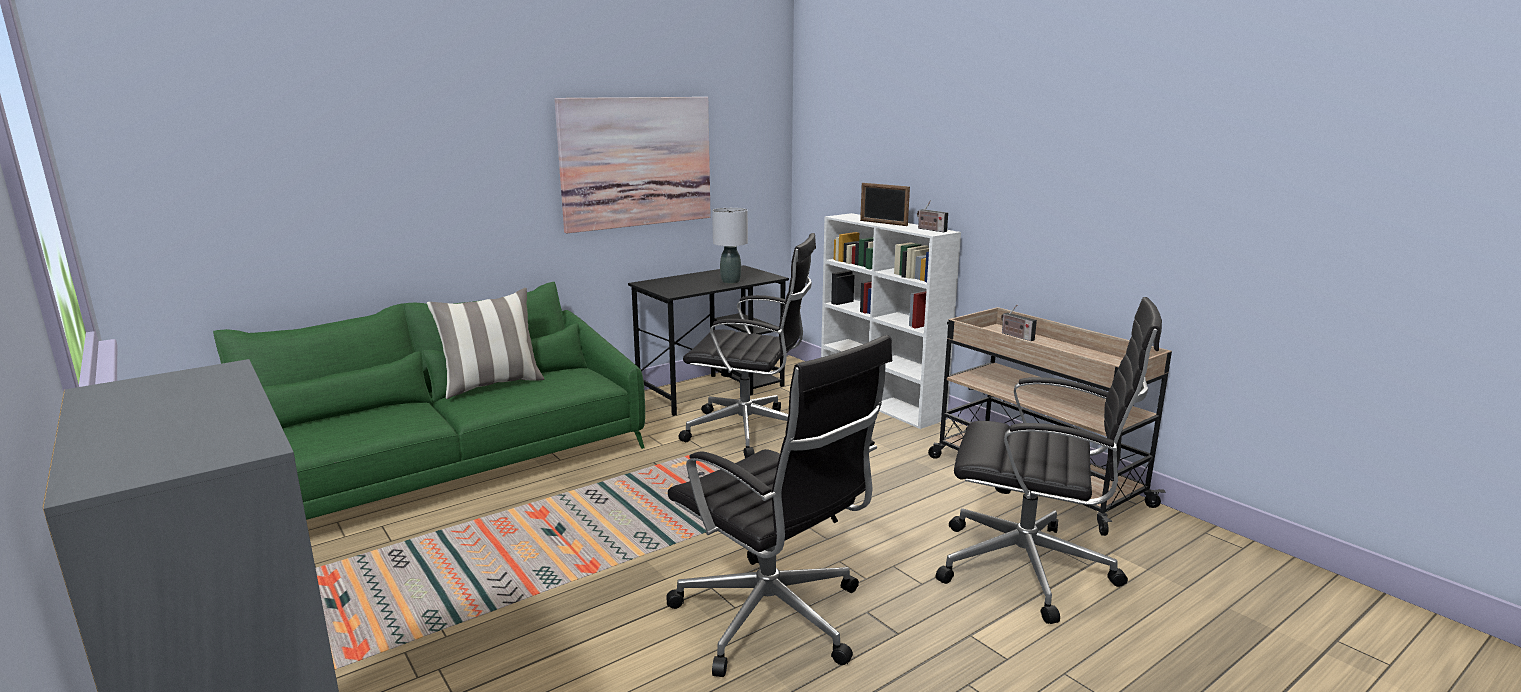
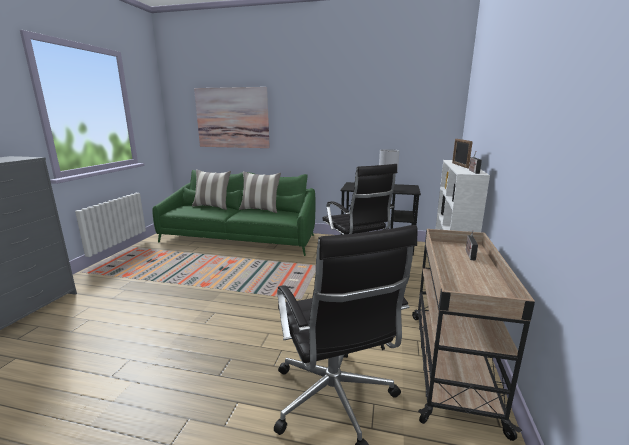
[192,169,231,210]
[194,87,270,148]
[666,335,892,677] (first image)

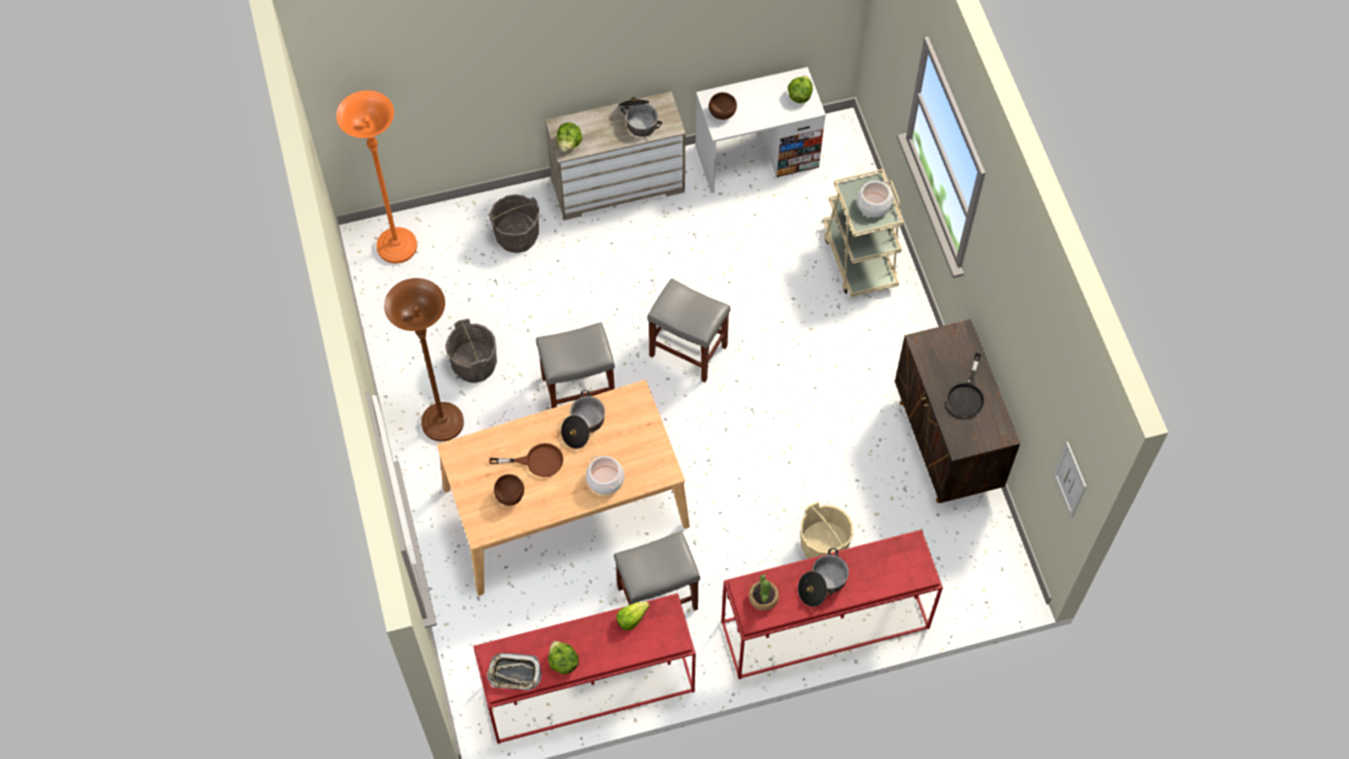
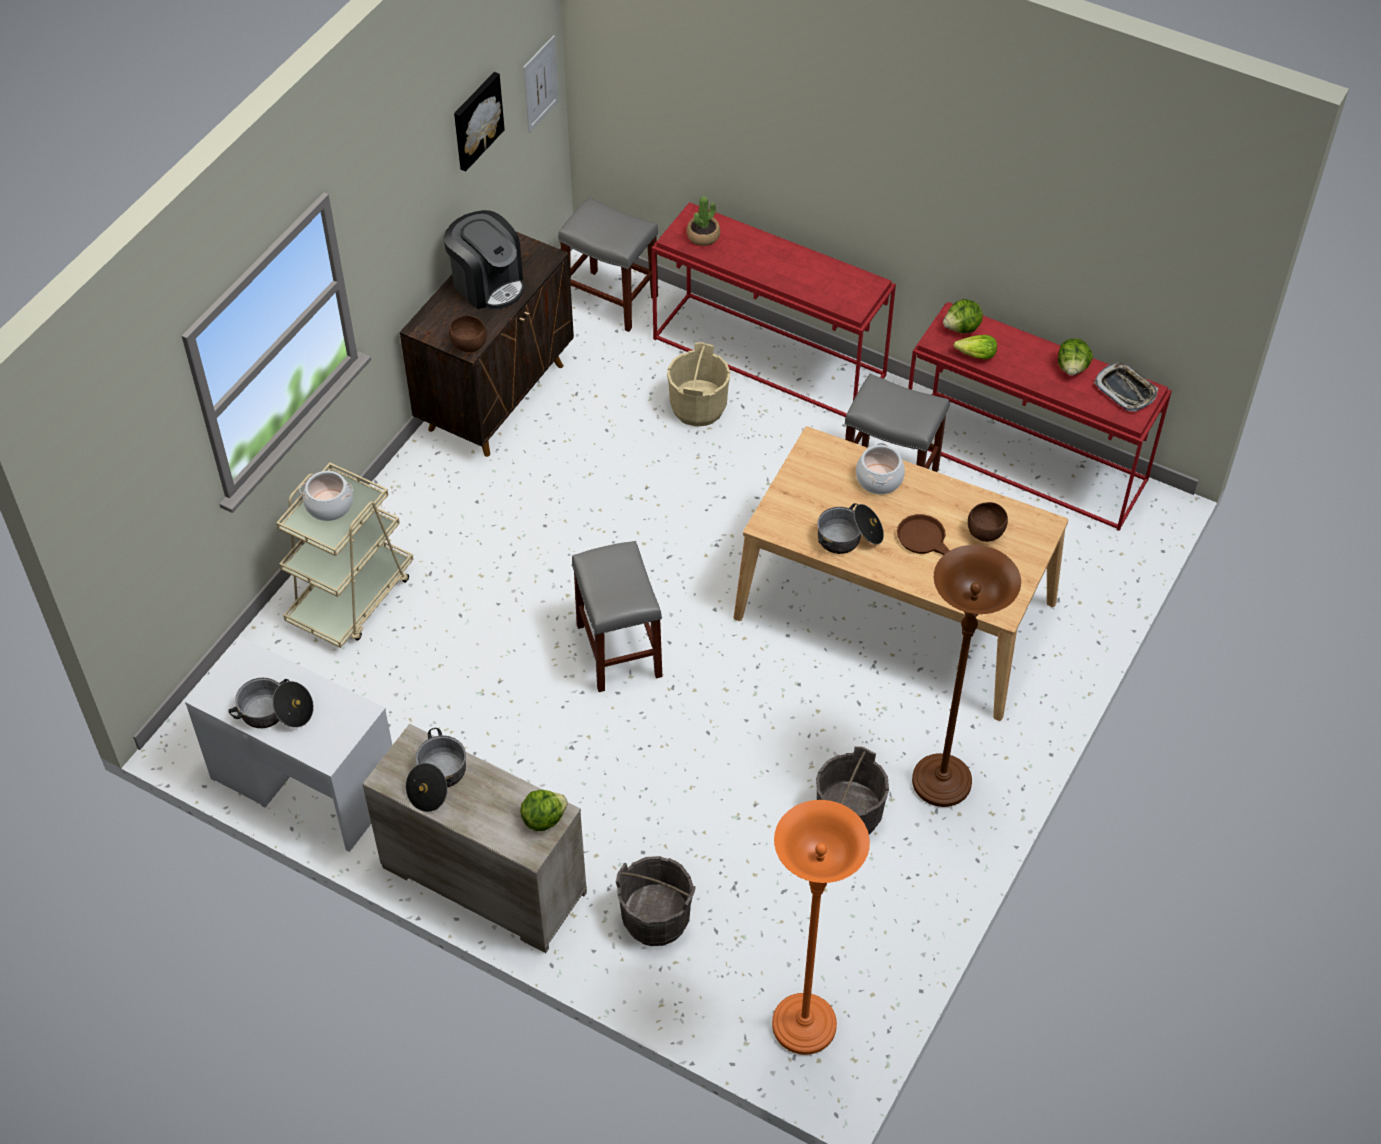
[228,678,314,728]
[443,210,524,310]
[449,315,487,352]
[454,72,505,171]
[558,197,658,332]
[687,196,720,246]
[943,299,983,334]

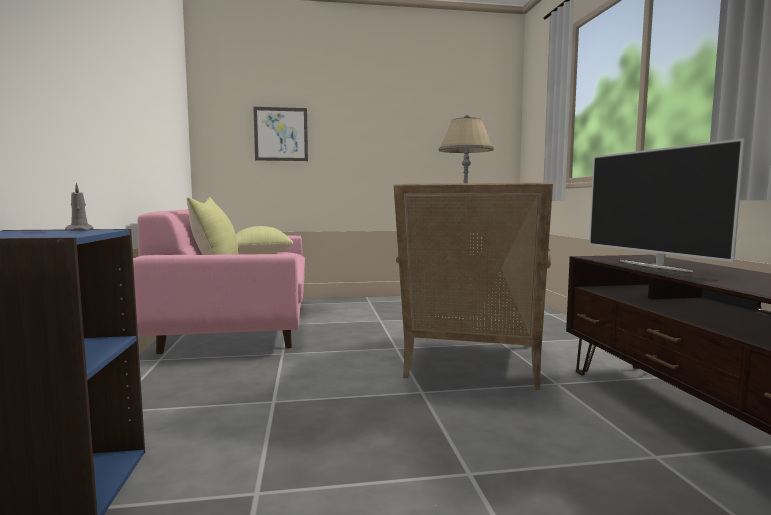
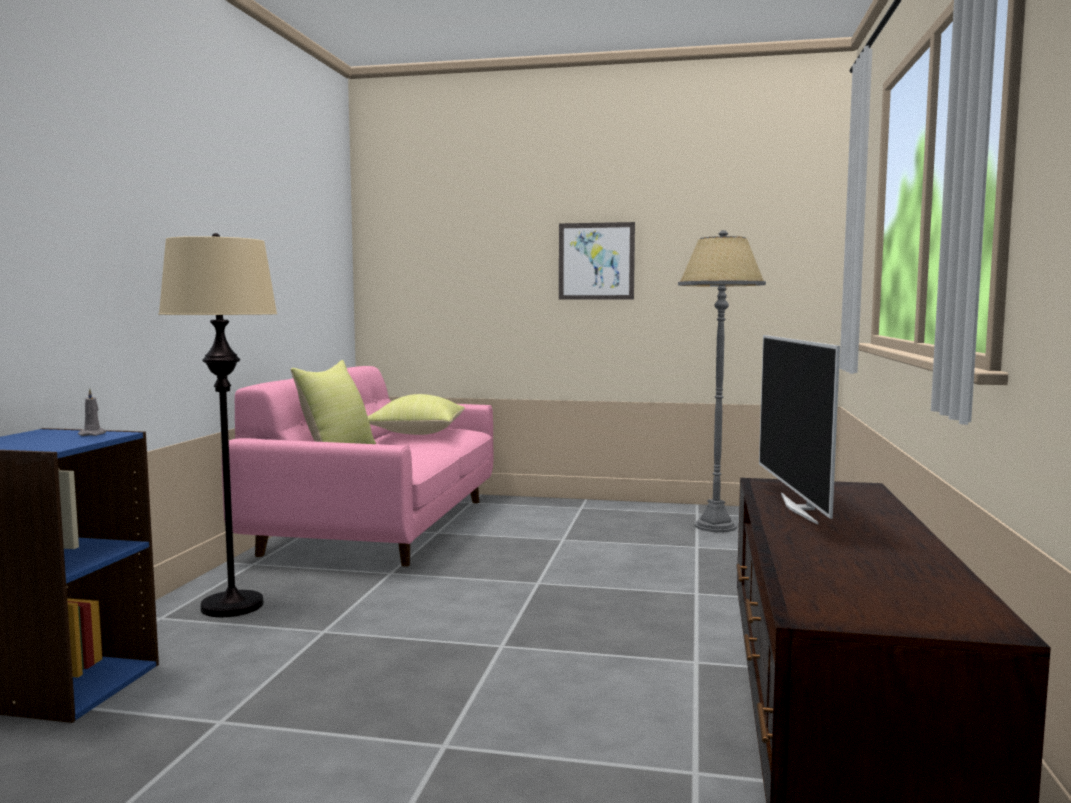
[158,233,278,617]
[559,222,635,300]
[394,183,553,390] (first image)

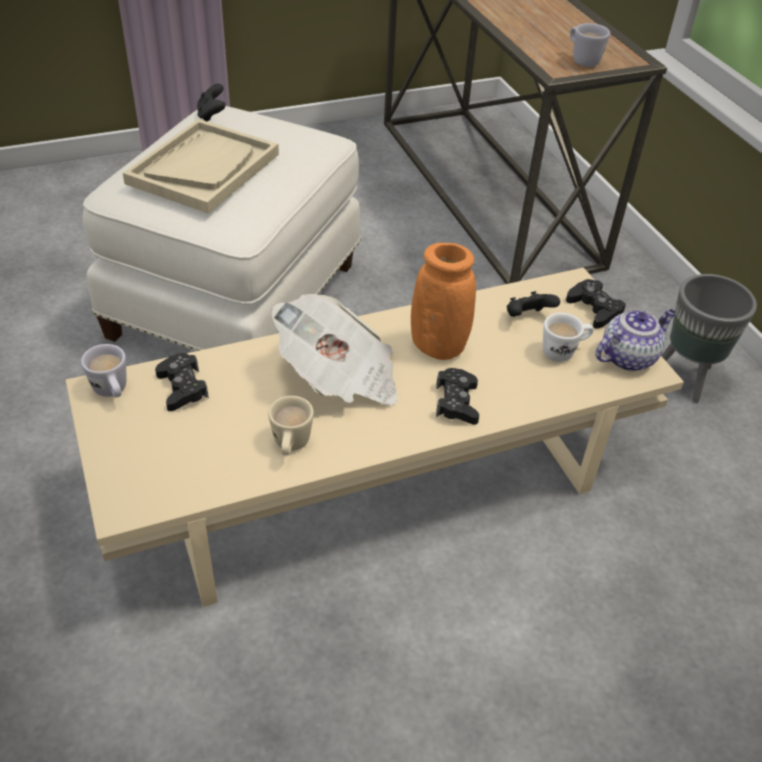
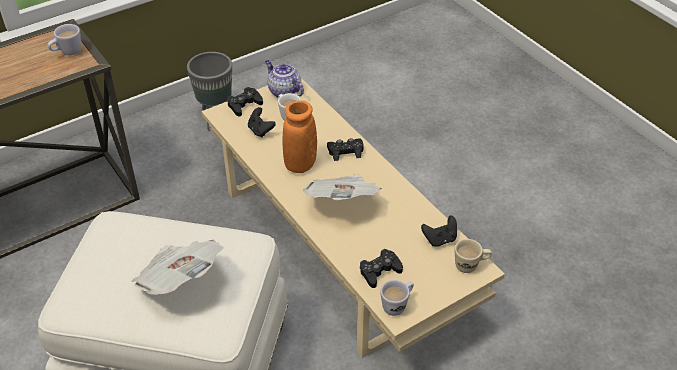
[132,240,223,295]
[421,215,457,247]
[455,239,492,273]

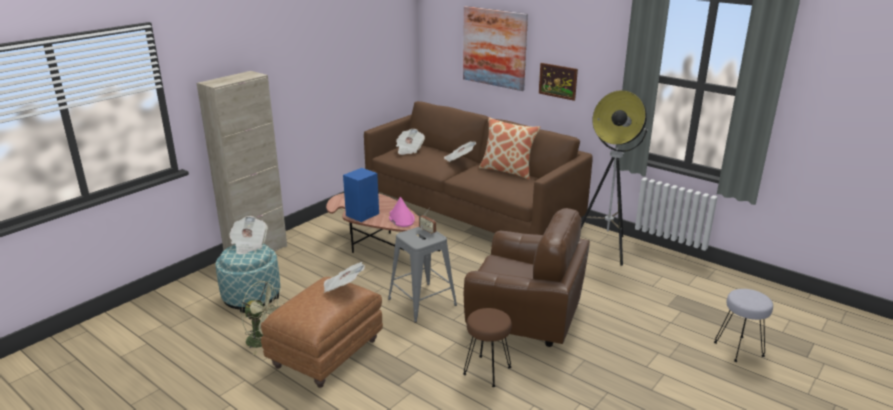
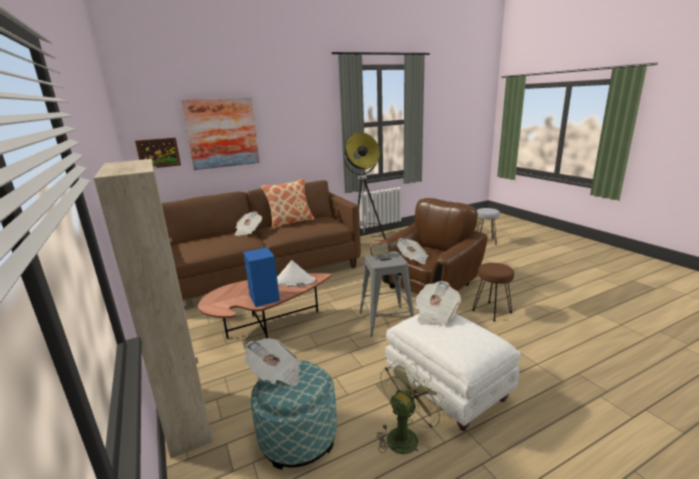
[135,137,181,168]
[277,260,315,287]
[385,313,521,431]
[397,238,429,264]

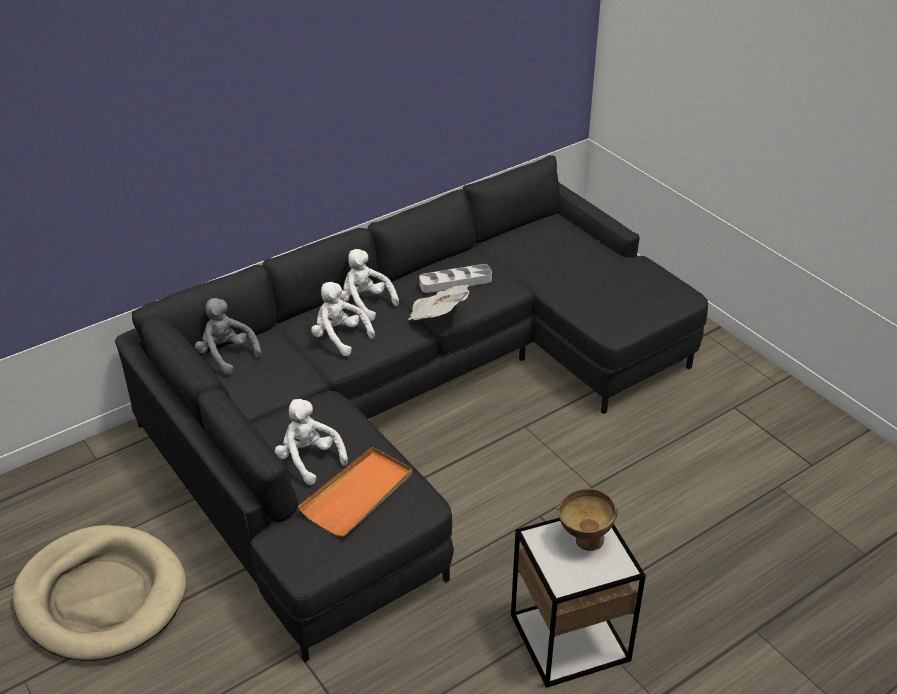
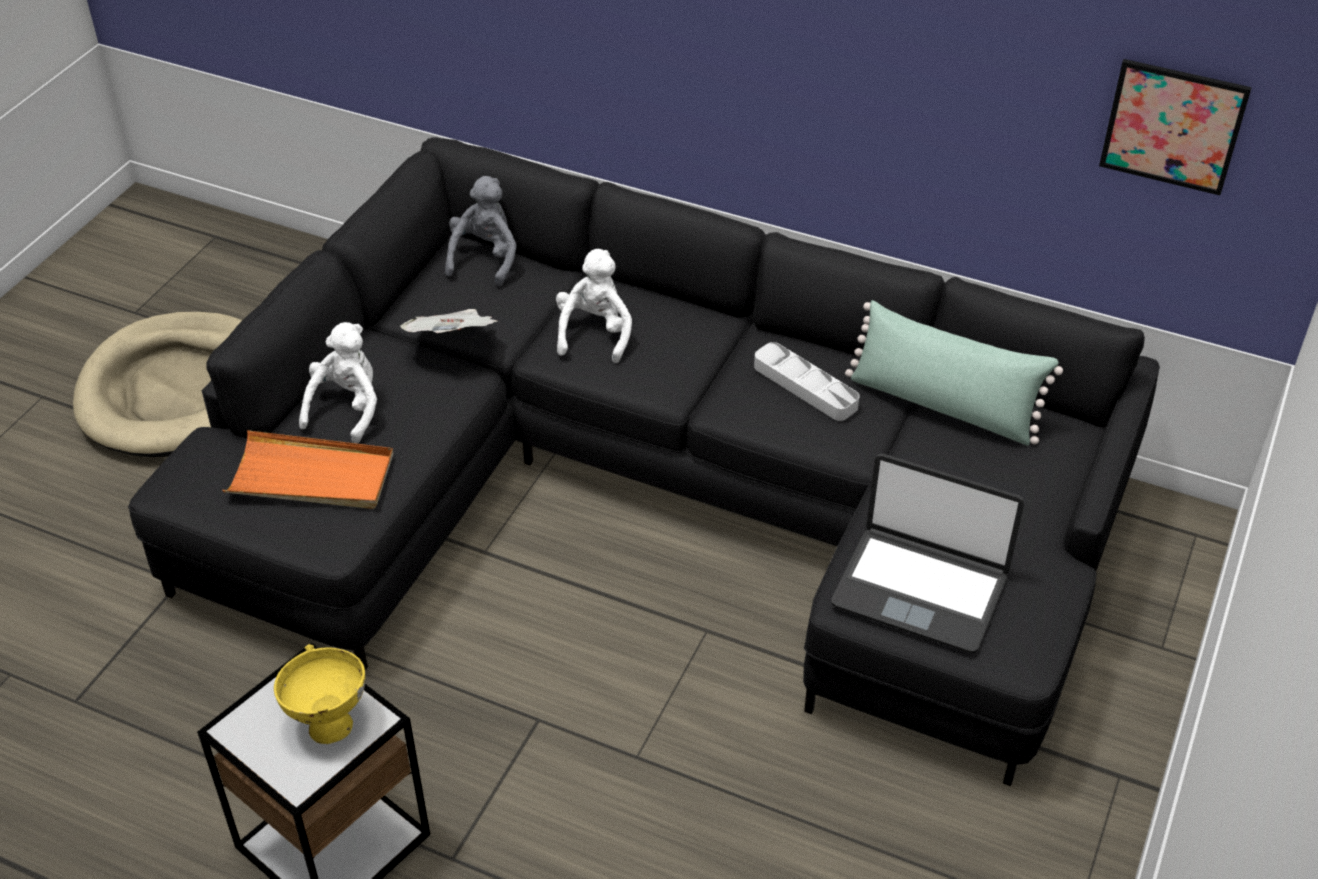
[274,644,365,744]
[400,309,497,333]
[831,454,1024,653]
[845,300,1063,446]
[1099,59,1252,195]
[338,249,399,321] (first image)

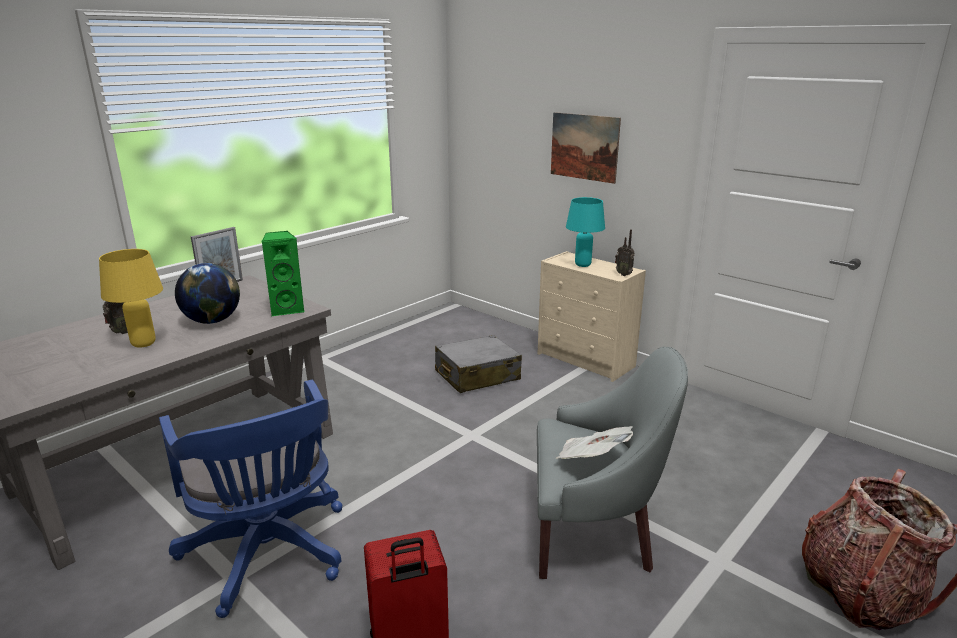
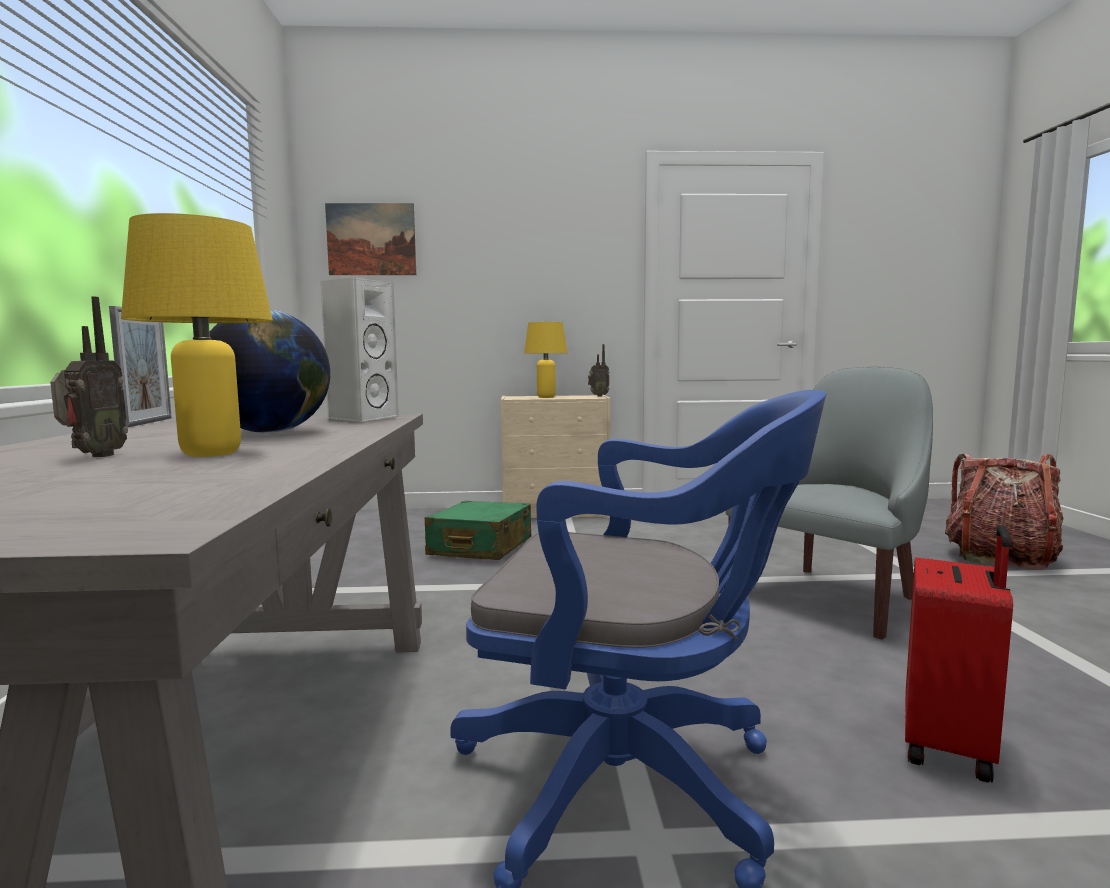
[320,277,399,422]
[325,203,416,275]
[425,501,531,560]
[524,322,567,398]
[556,426,633,459] (first image)

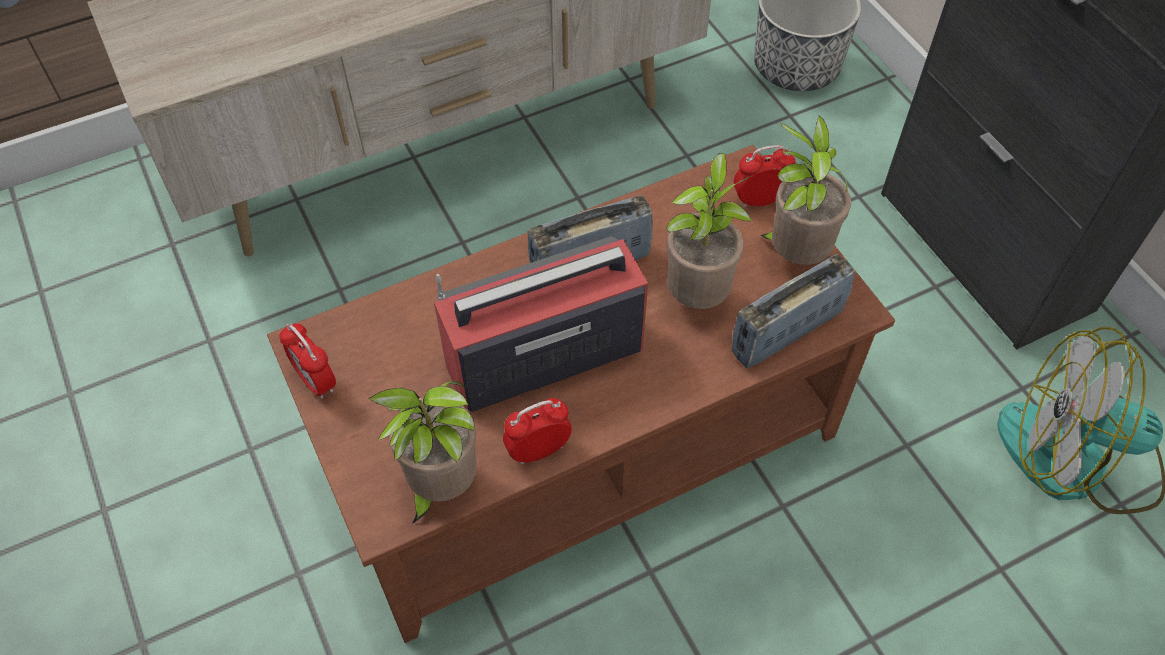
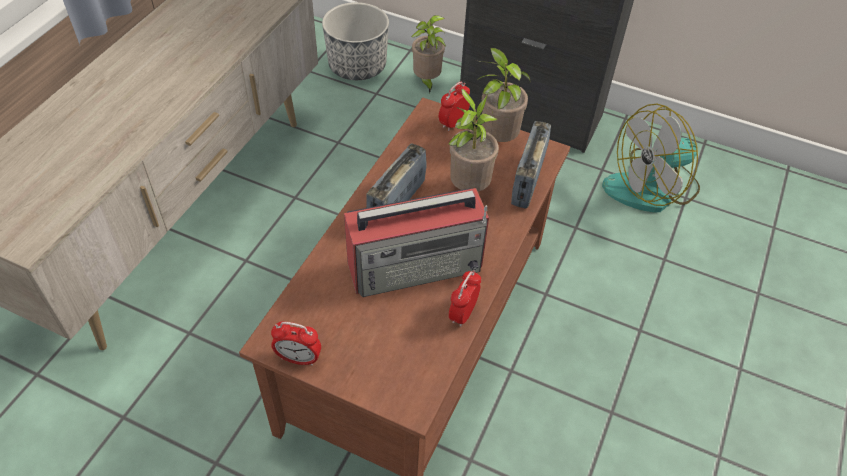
[344,188,489,297]
[411,15,446,93]

